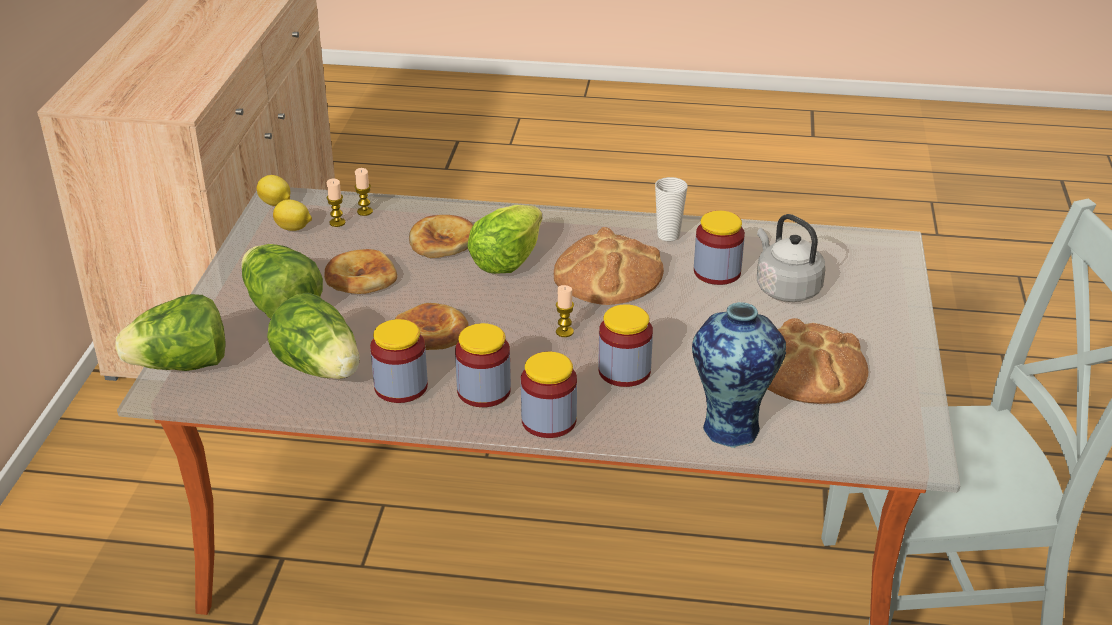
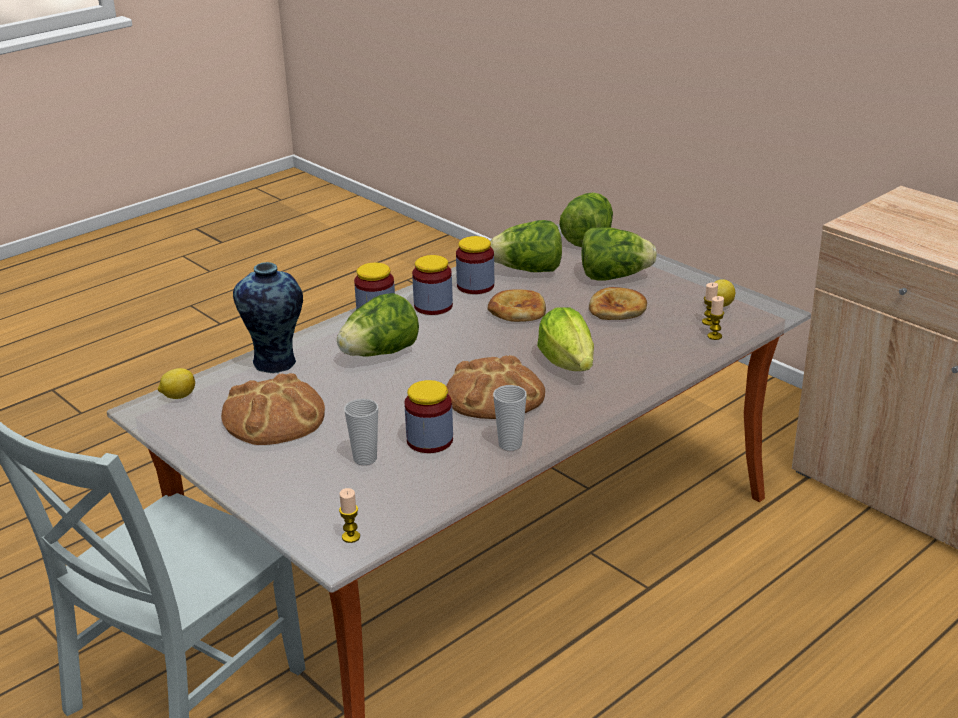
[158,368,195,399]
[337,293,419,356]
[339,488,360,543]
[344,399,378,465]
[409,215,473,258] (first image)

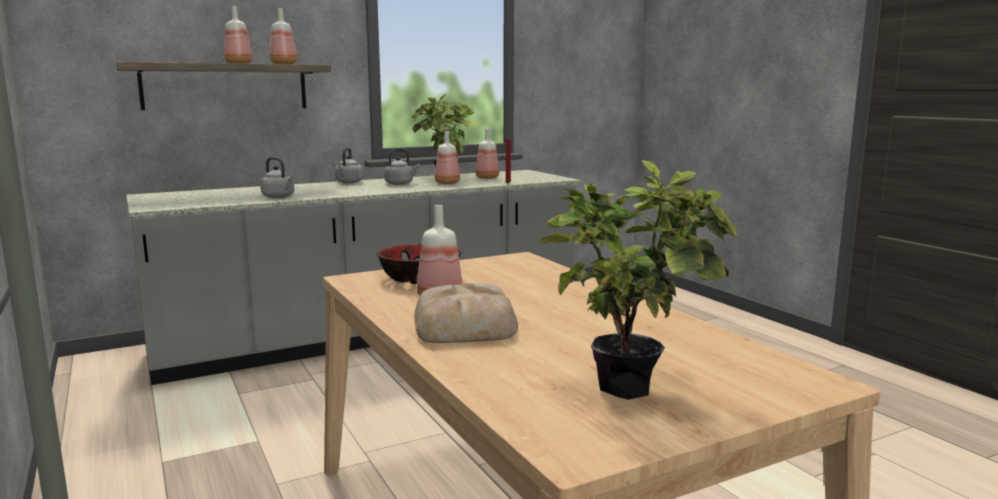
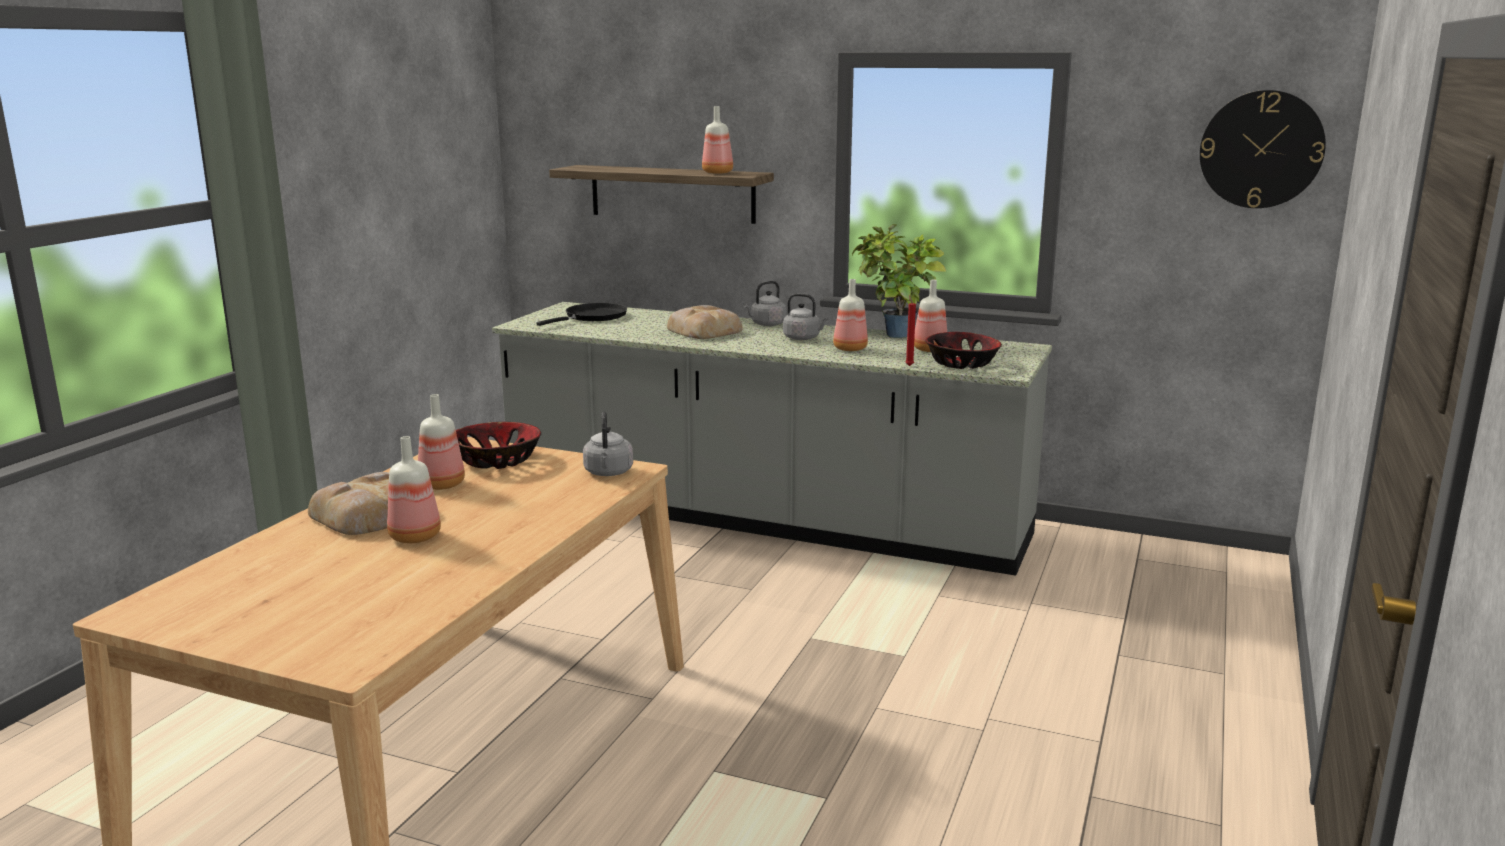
[387,436,441,543]
[537,303,627,326]
[583,412,633,476]
[667,305,743,339]
[925,332,1002,369]
[1200,90,1326,208]
[538,160,737,400] (first image)

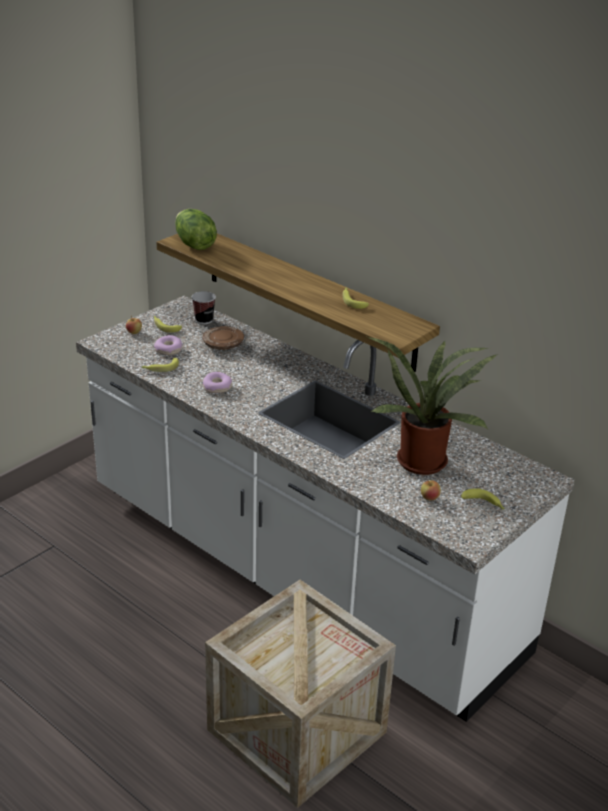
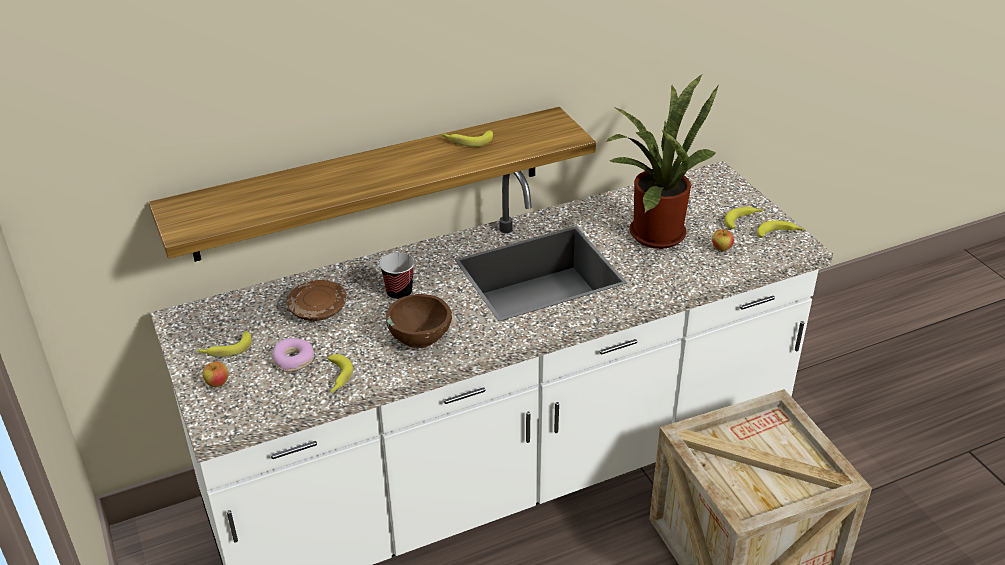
[379,252,415,301]
[386,294,452,348]
[757,220,805,238]
[175,209,217,250] (first image)

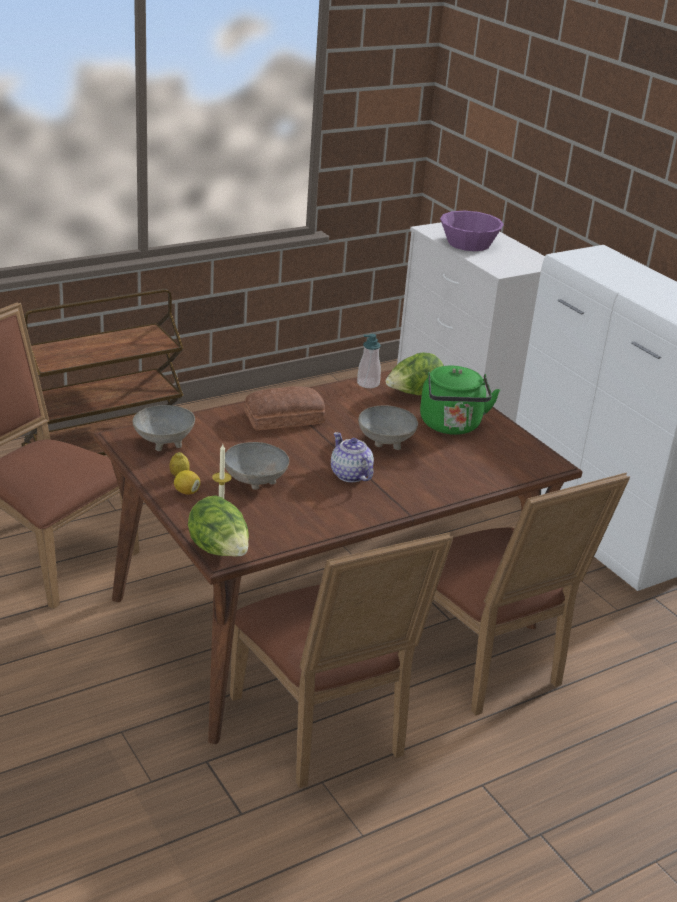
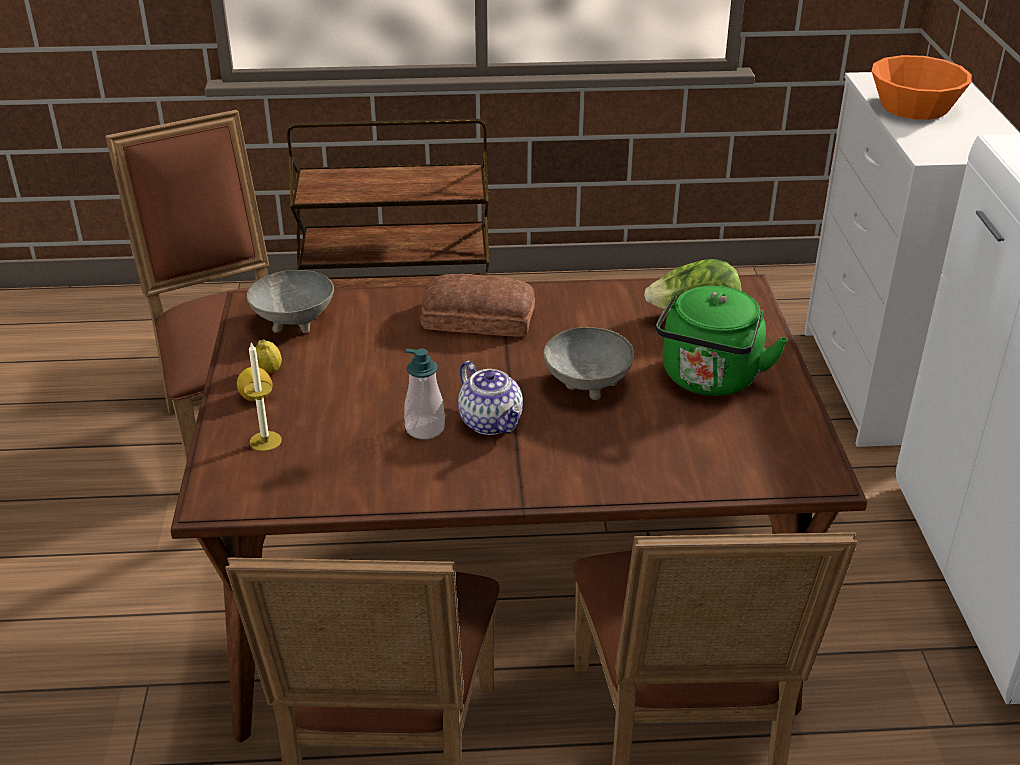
[404,348,445,439]
[458,361,523,435]
[872,55,972,120]
[188,495,249,557] (first image)
[225,442,289,490] (first image)

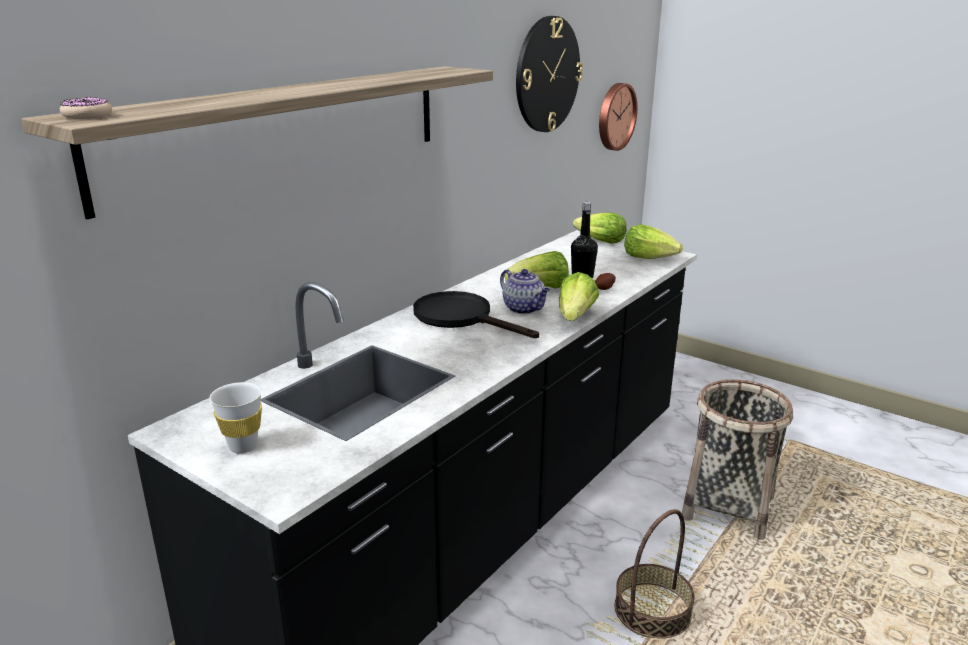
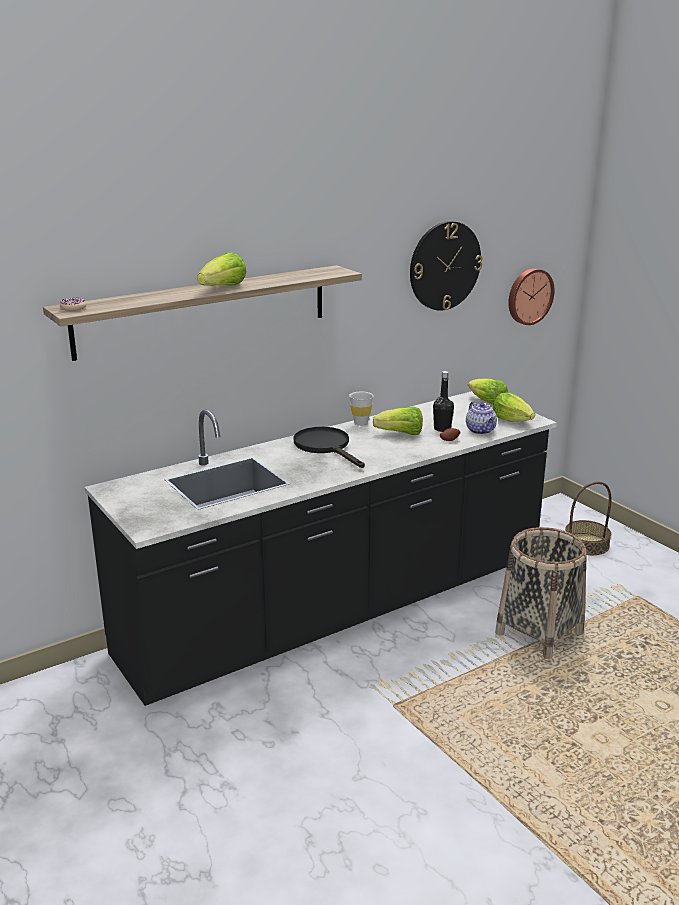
[197,252,247,286]
[349,392,373,426]
[466,401,497,434]
[565,481,611,555]

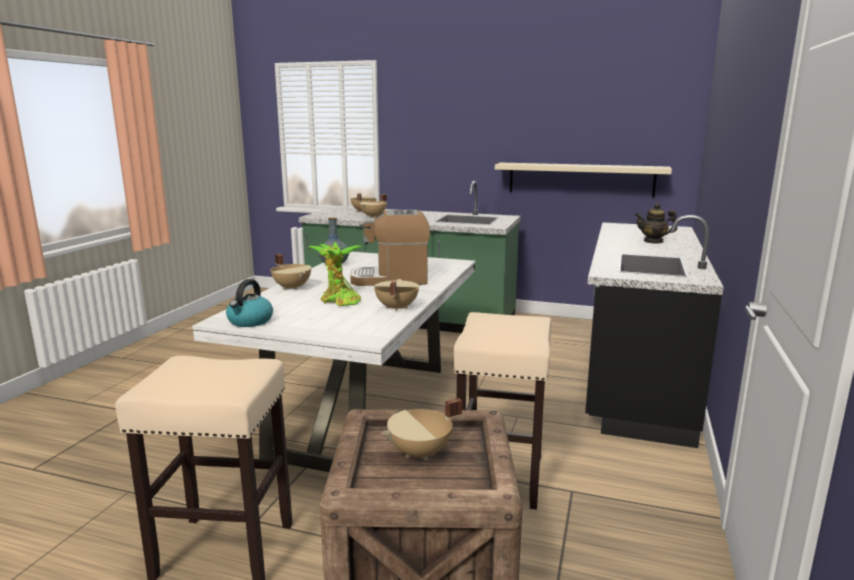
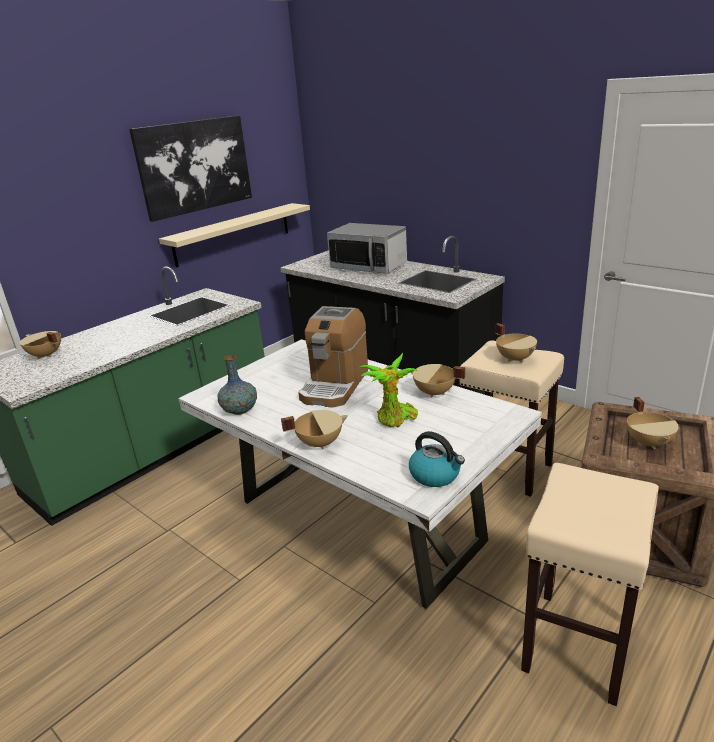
[129,115,252,222]
[327,223,407,274]
[495,323,537,362]

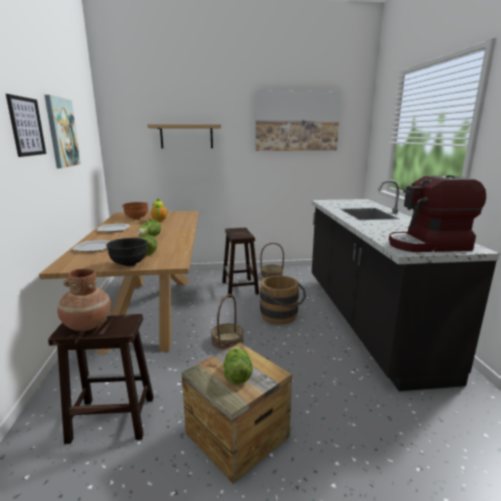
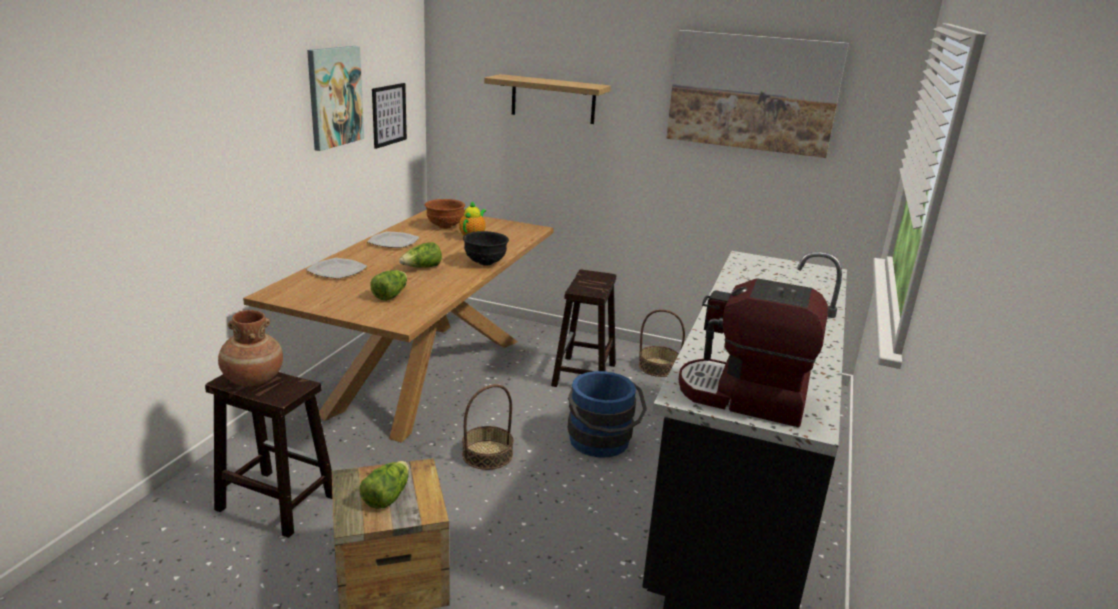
[372,83,407,149]
[463,231,509,266]
[568,371,647,458]

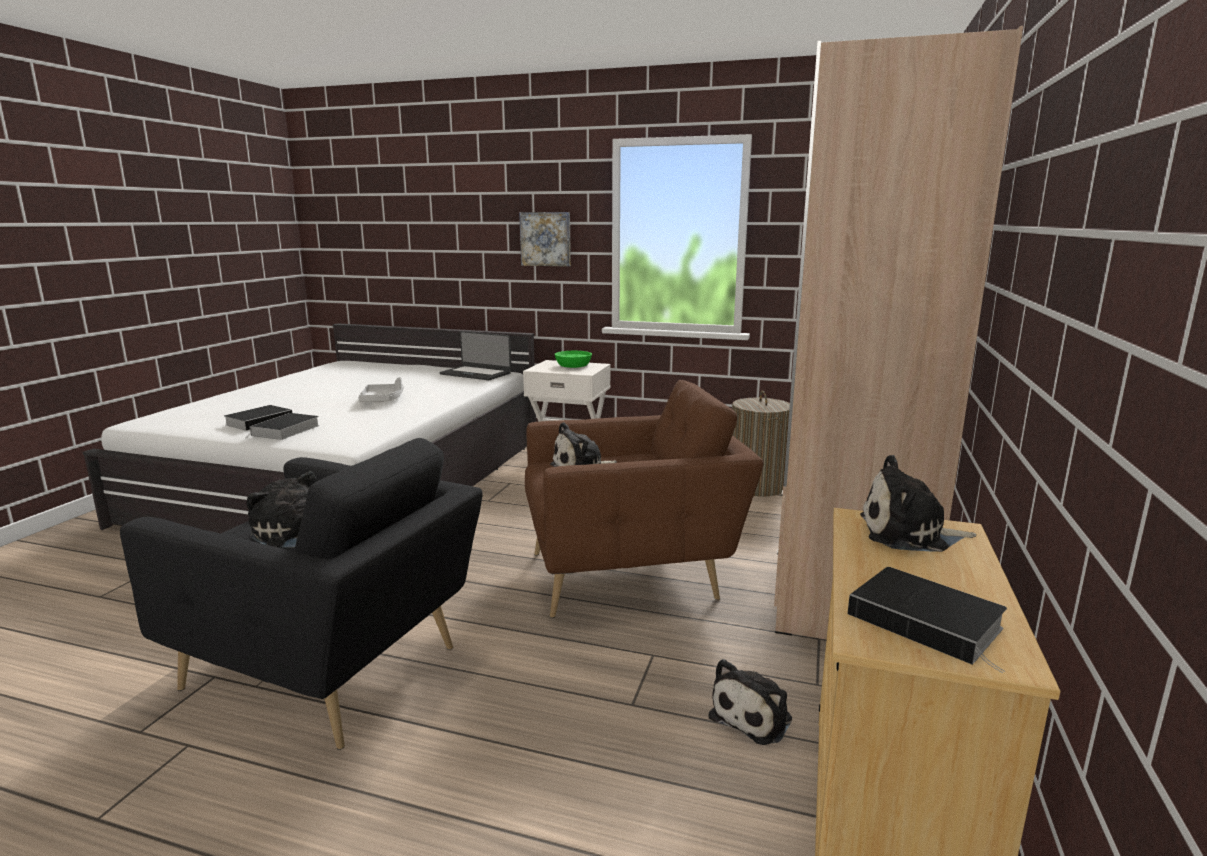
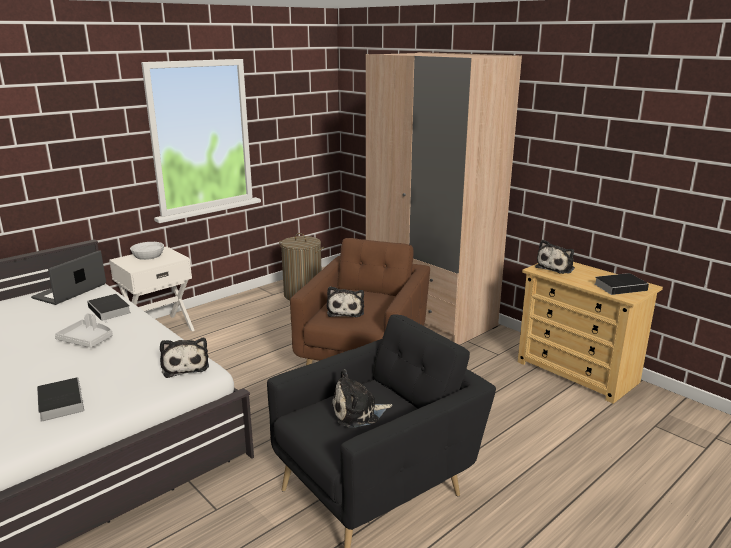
[31,250,106,305]
[87,294,131,323]
[130,242,164,260]
[160,338,209,378]
[519,212,571,267] (first image)

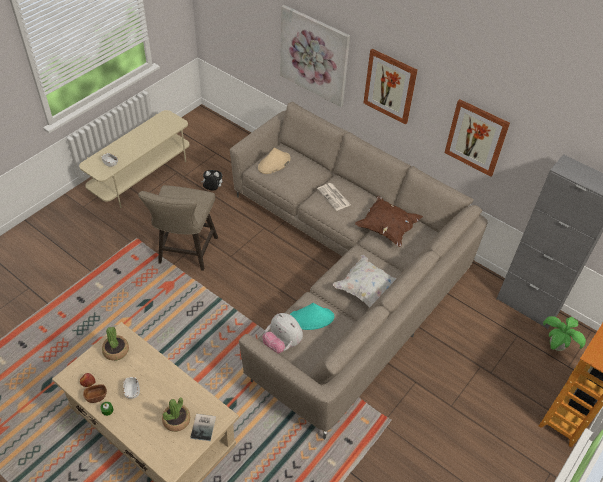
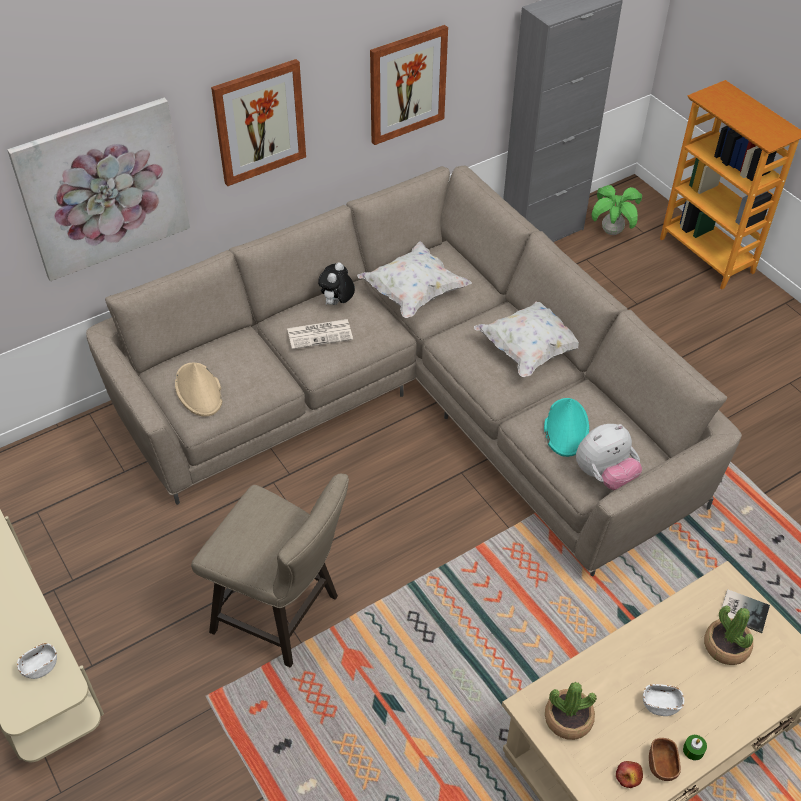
[318,262,355,305]
[357,241,472,318]

